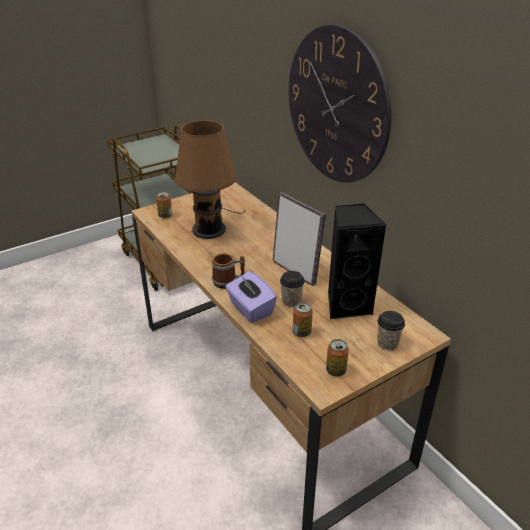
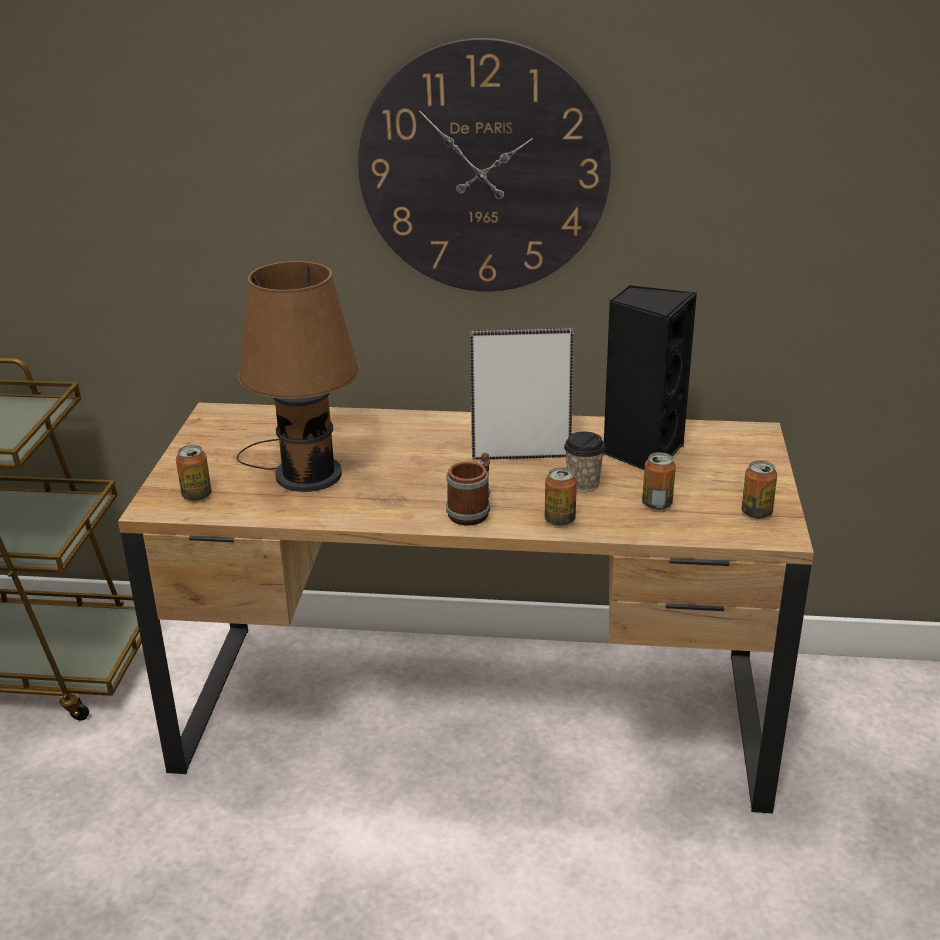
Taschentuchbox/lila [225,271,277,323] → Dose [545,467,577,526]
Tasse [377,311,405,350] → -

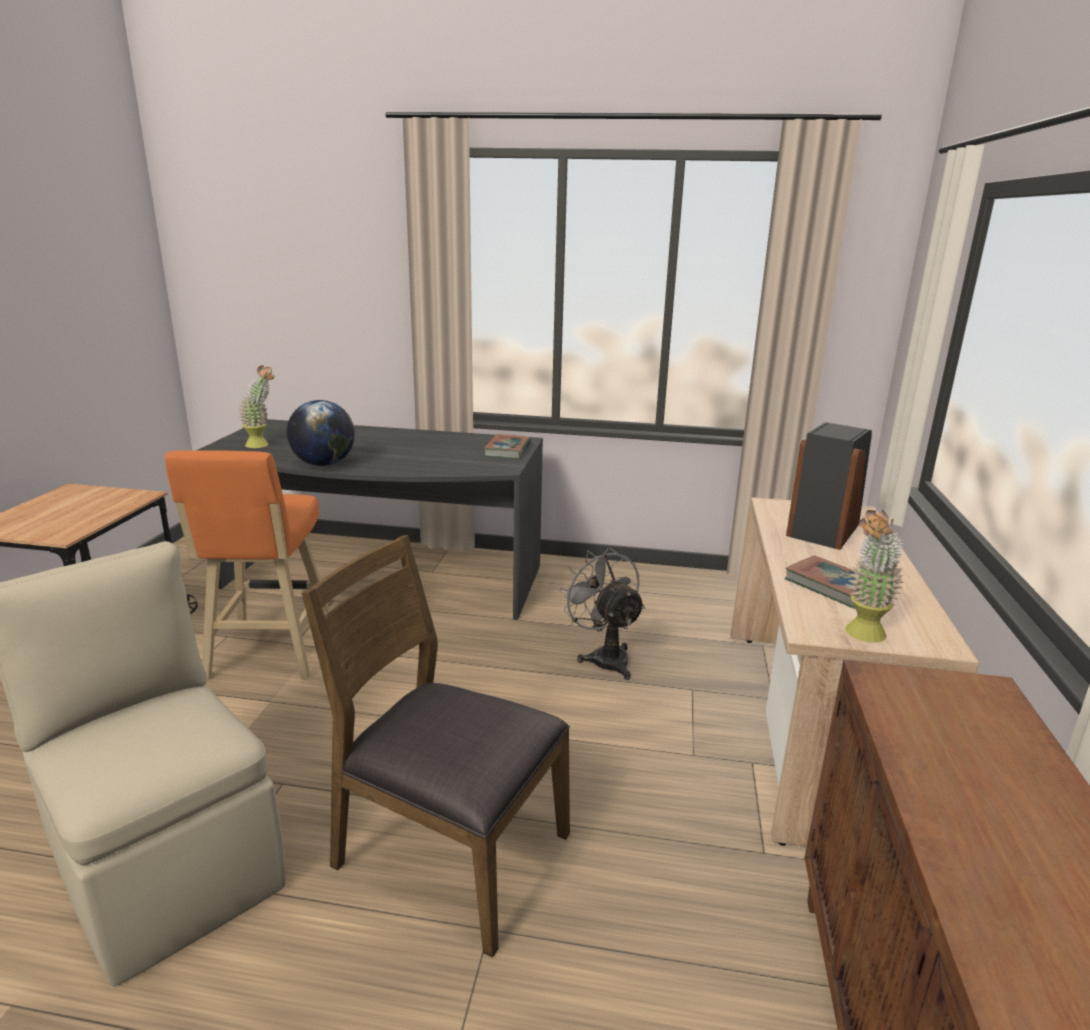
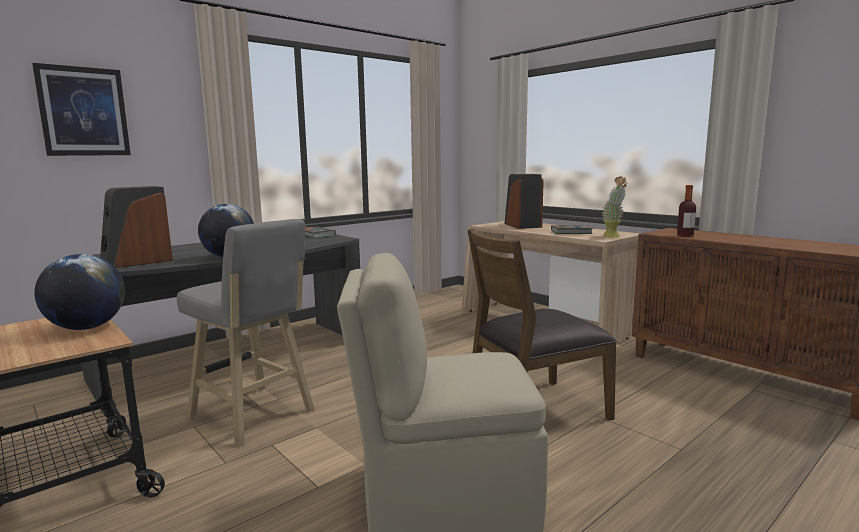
Topfpflanze [239,365,274,448] → Lautsprecher [100,186,173,268]
Hocker/orange [165,450,330,680] → Hocker/grau [177,219,314,446]
Ventilator/grau [559,547,645,680] → -
- → Bild [32,63,131,156]
- → Flasche [677,185,696,237]
- → Globus [34,254,125,330]

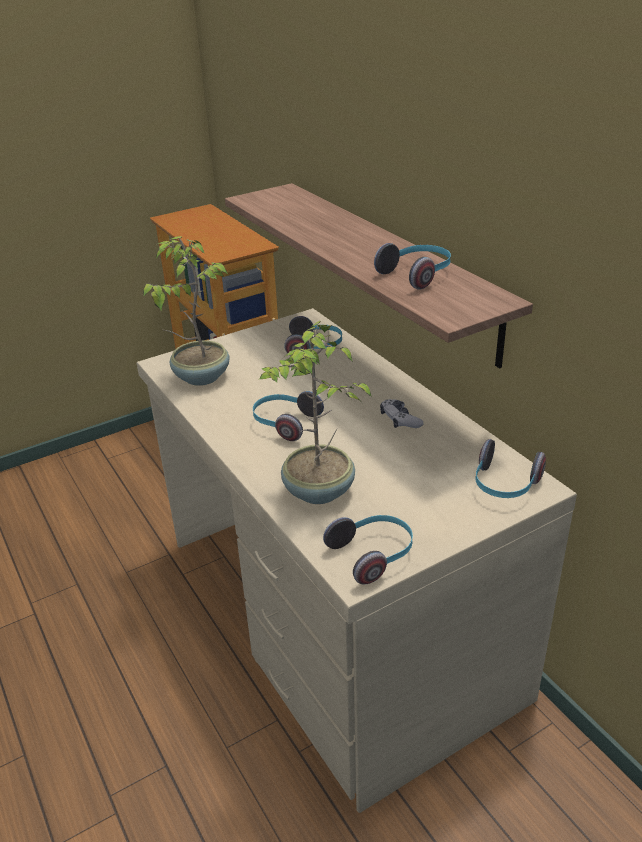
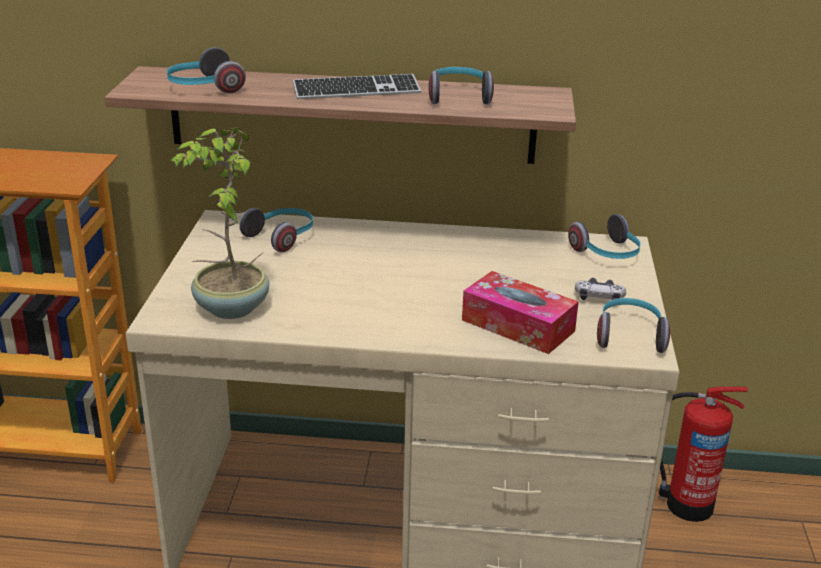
Topfpflanze [260,321,372,504] → Taschentuchbox [462,271,579,354]
Kopfhörer [253,391,324,441] → Kopfhörer [167,47,246,93], move
Gamepad [380,399,424,428] → Gamepad [575,278,626,300], move
- → Tastatur [293,74,421,99]
- → Feuerlöscher [659,386,748,522]

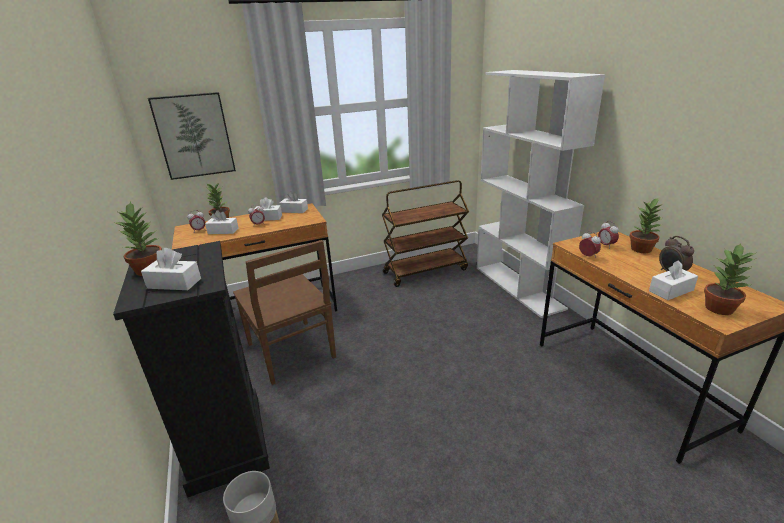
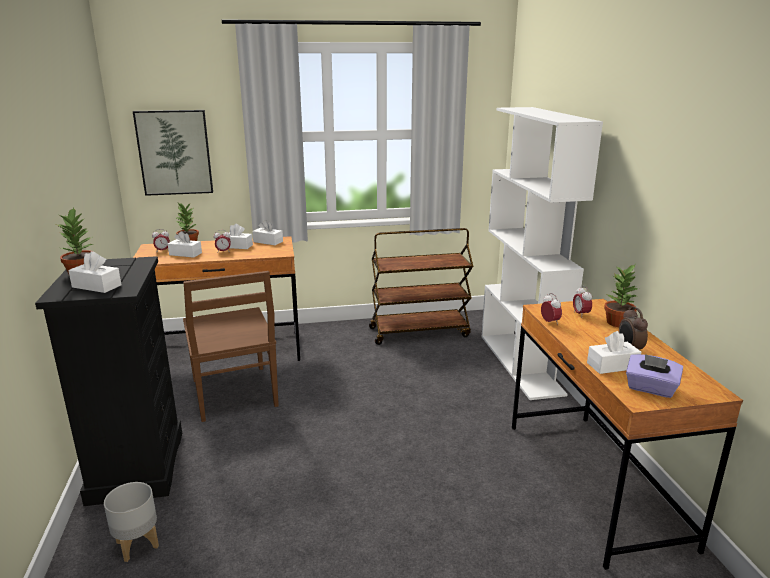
Topfpflanze [704,243,756,315] → Taschentuchbox/lila [626,354,683,398]

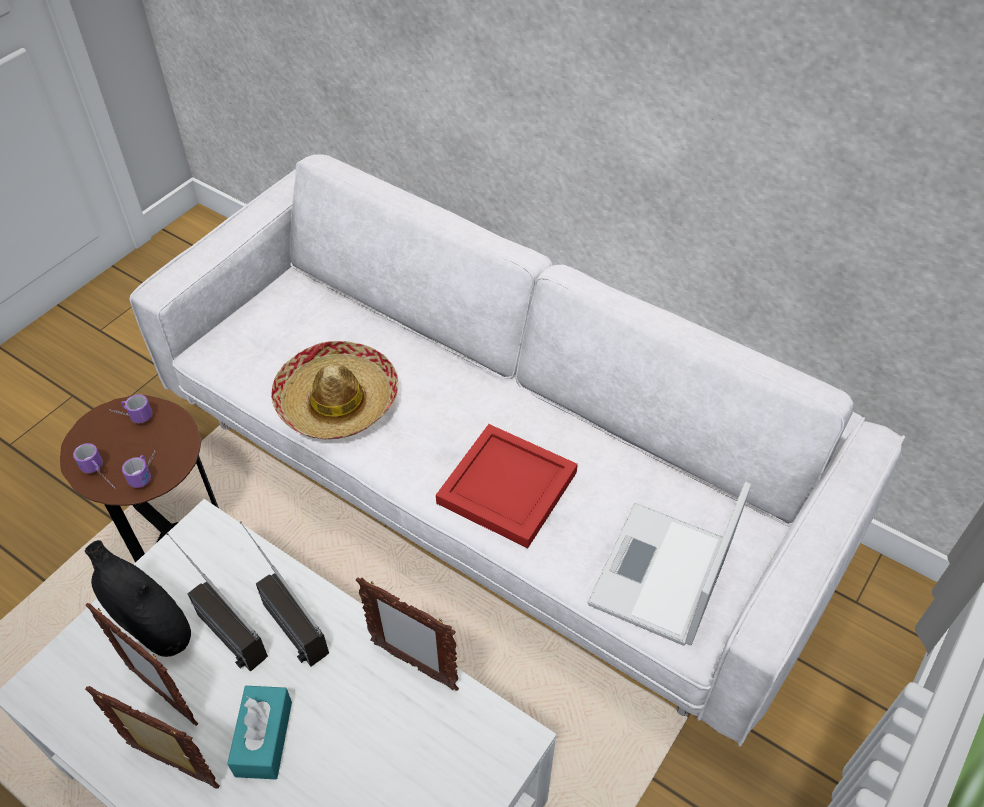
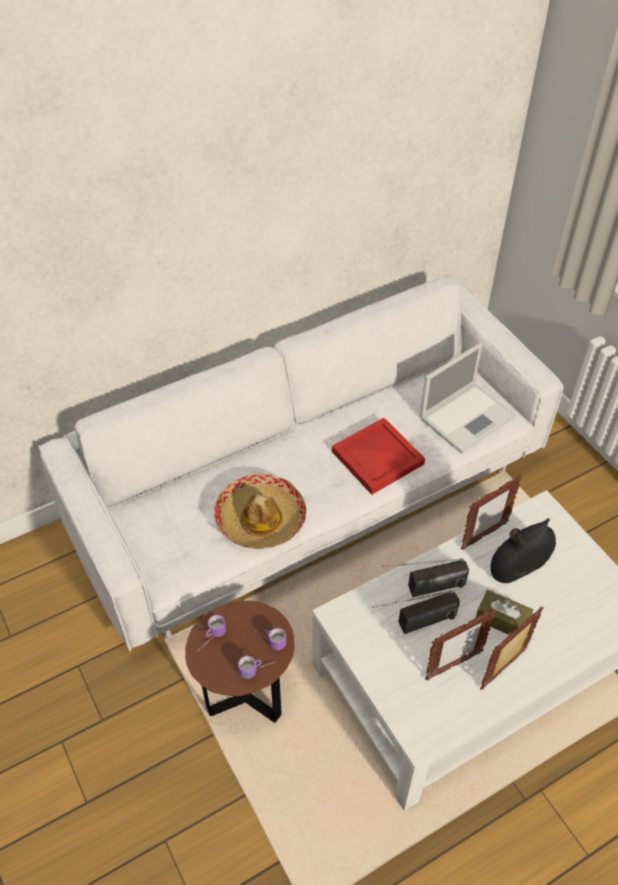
Laptop [588,482,751,646] → Laptop [420,342,516,454], 90 degrees counterclockwise
Vase/schwarz [85,540,191,657] → Vase/schwarz [490,518,556,583], move
Taschentuchbox/türkis [227,686,292,779] → Taschentuchbox/braun [476,590,533,635]

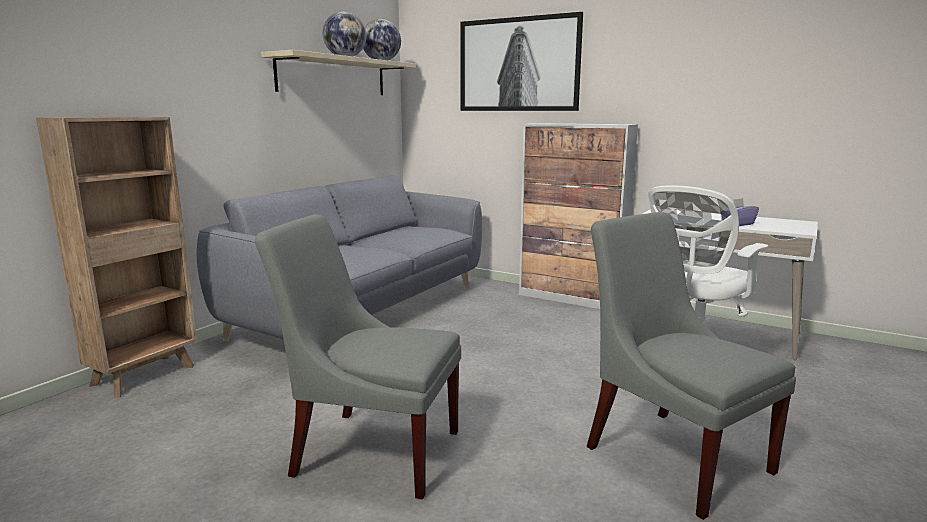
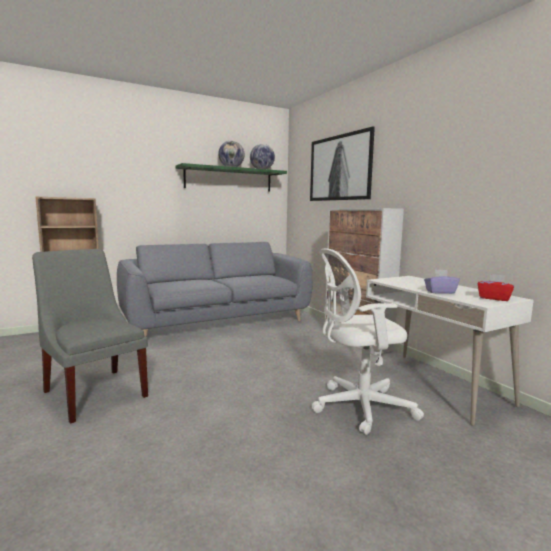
Wandregal/beige [261,50,416,95] → Wandregal/grün [175,163,287,192]
Stuhl/grau [587,212,796,520] → -
- → Taschentuchbox/rot [478,274,514,301]

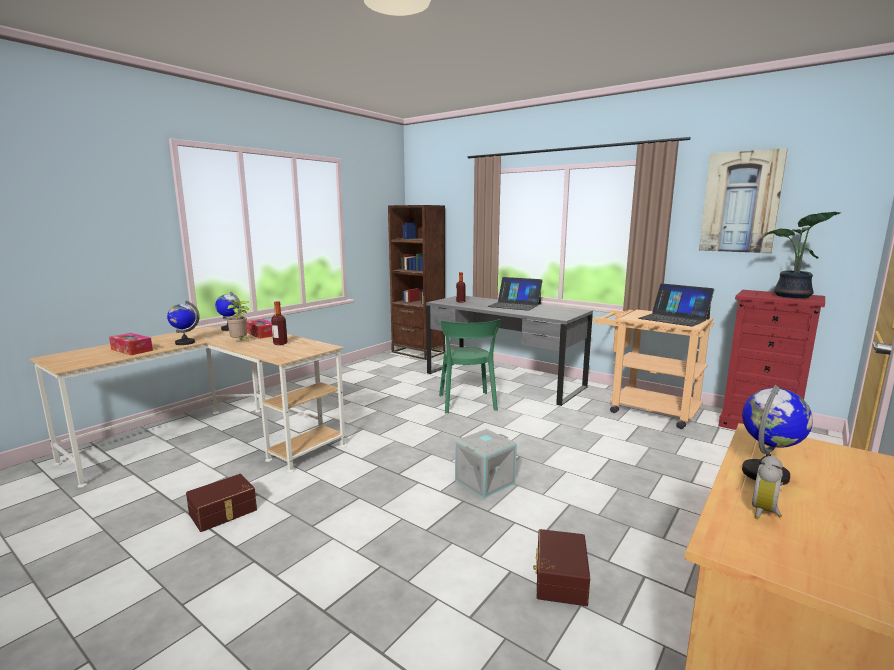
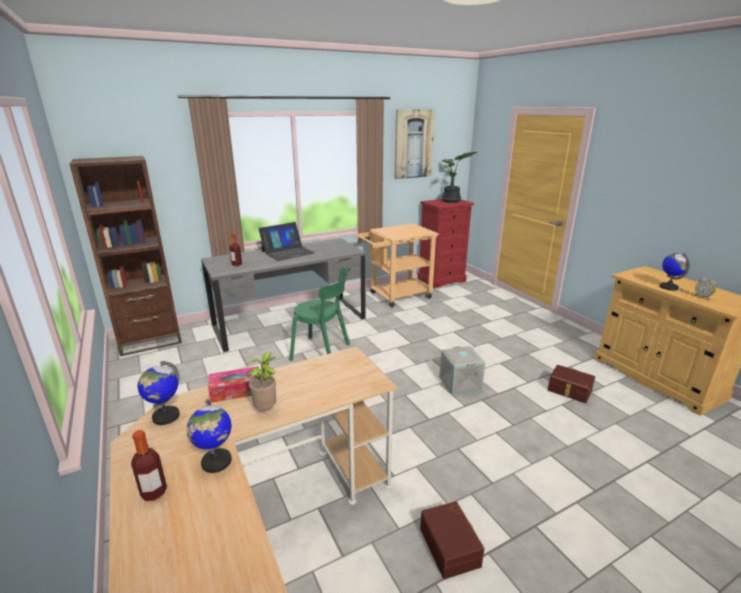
Laptop [639,283,714,327] → -
Flasche [271,301,287,345] → Flasche [131,430,167,501], move
Taschentuchbox [109,333,153,355] → -

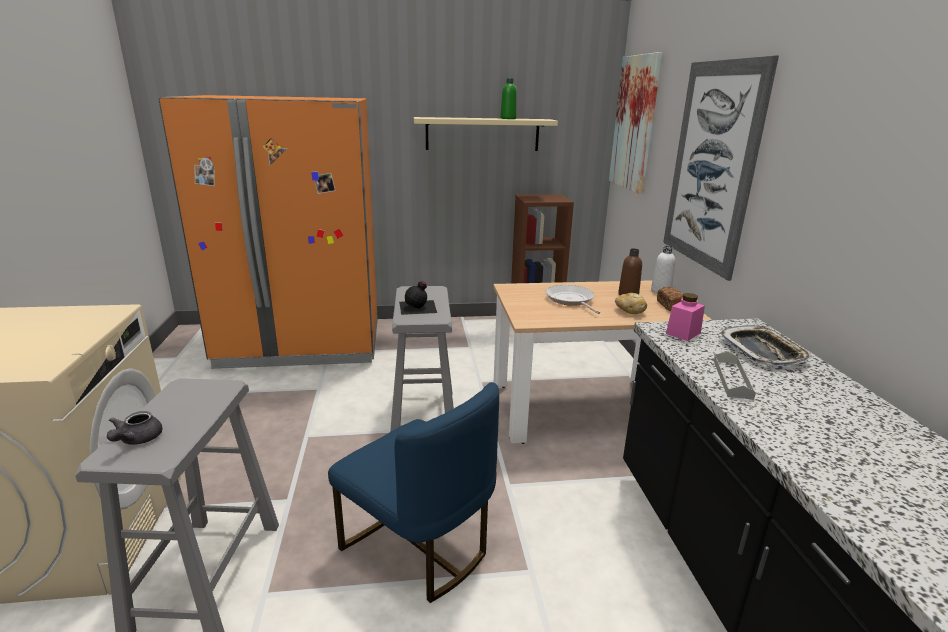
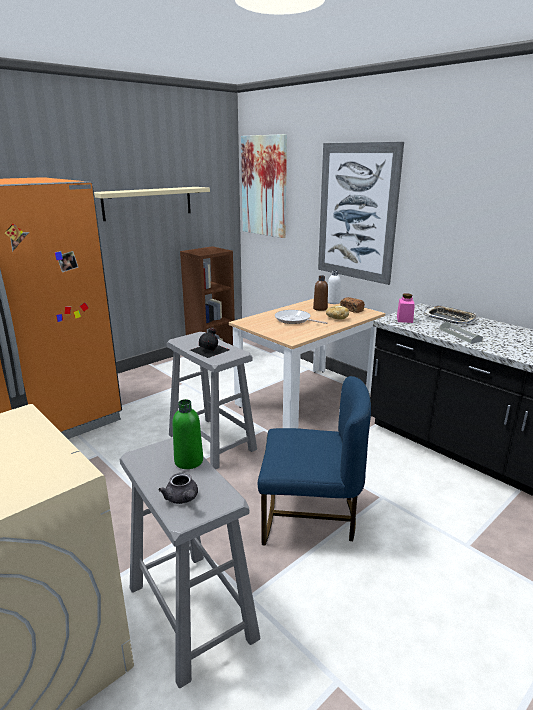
Flasche/grün [501,78,517,119] → Flasche/grün [172,399,203,469], move

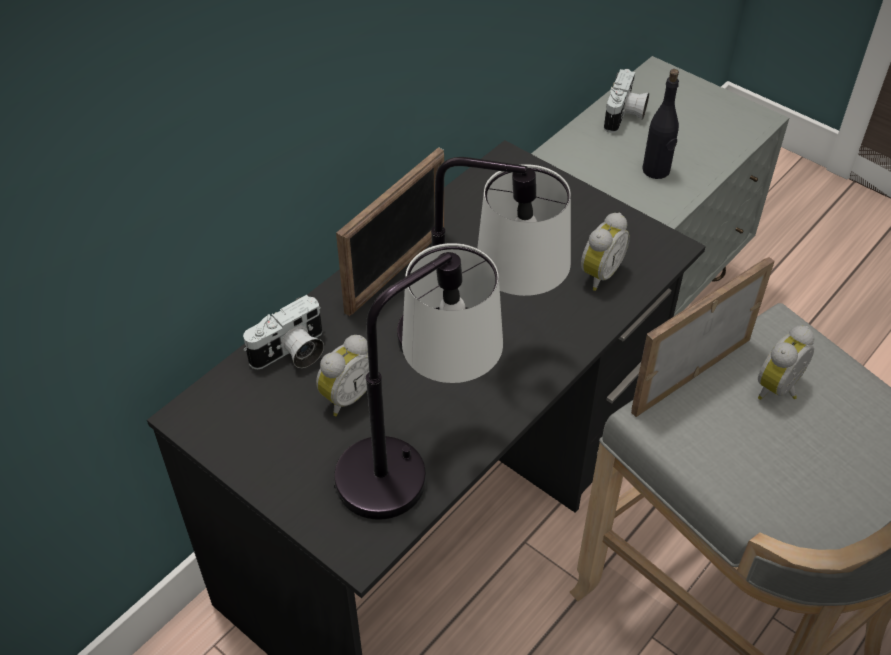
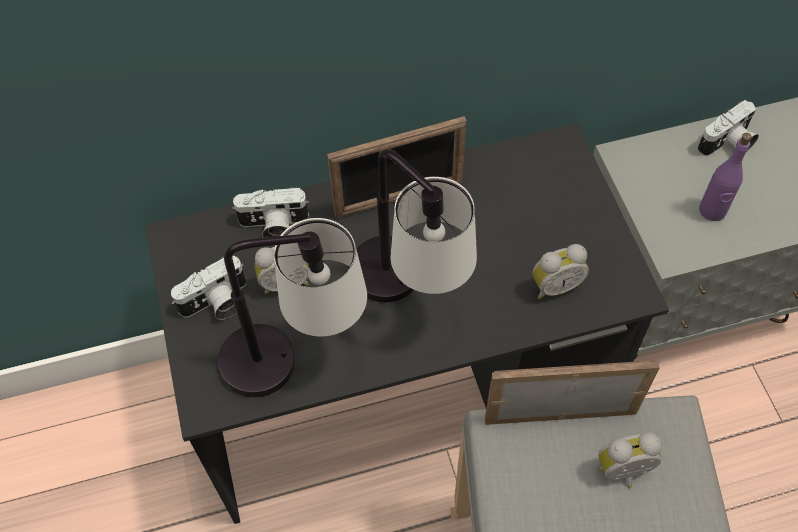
Flasche/schwarz [643,69,679,179] → Flasche/lila [699,133,752,221]
- → Kamera [171,256,246,320]

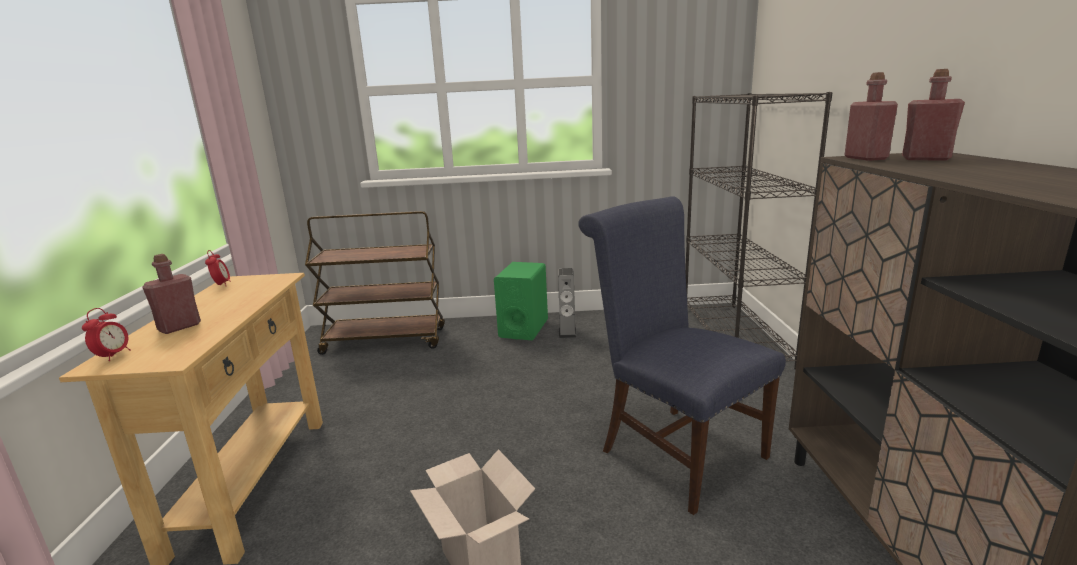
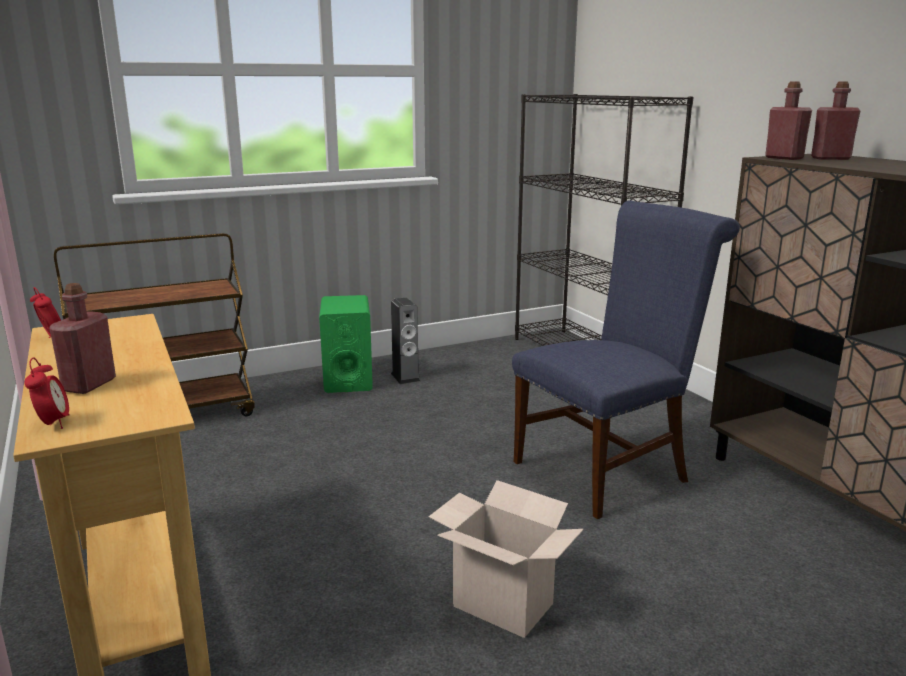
Stuhl/blau [578,196,786,515] → Stuhl/blau [512,200,740,519], 120 degrees clockwise

